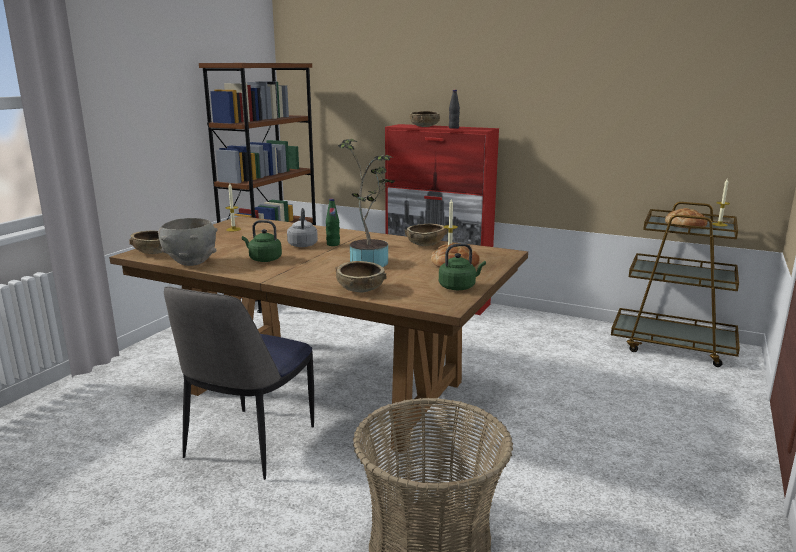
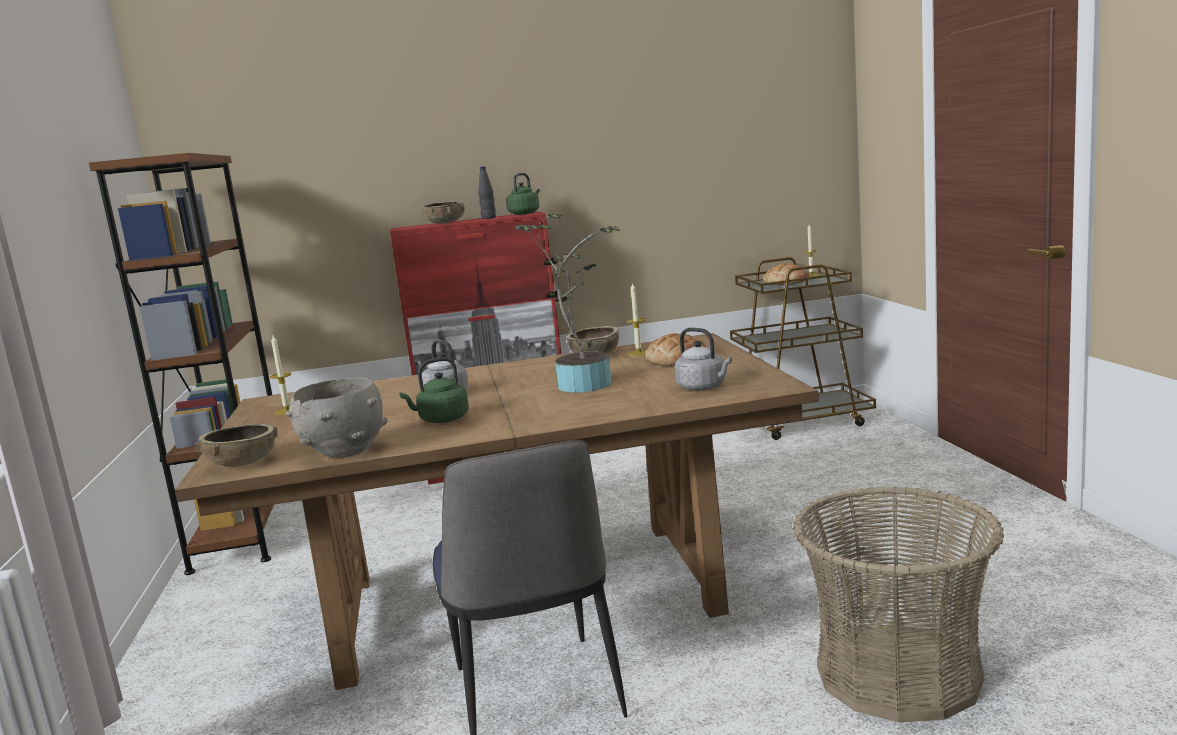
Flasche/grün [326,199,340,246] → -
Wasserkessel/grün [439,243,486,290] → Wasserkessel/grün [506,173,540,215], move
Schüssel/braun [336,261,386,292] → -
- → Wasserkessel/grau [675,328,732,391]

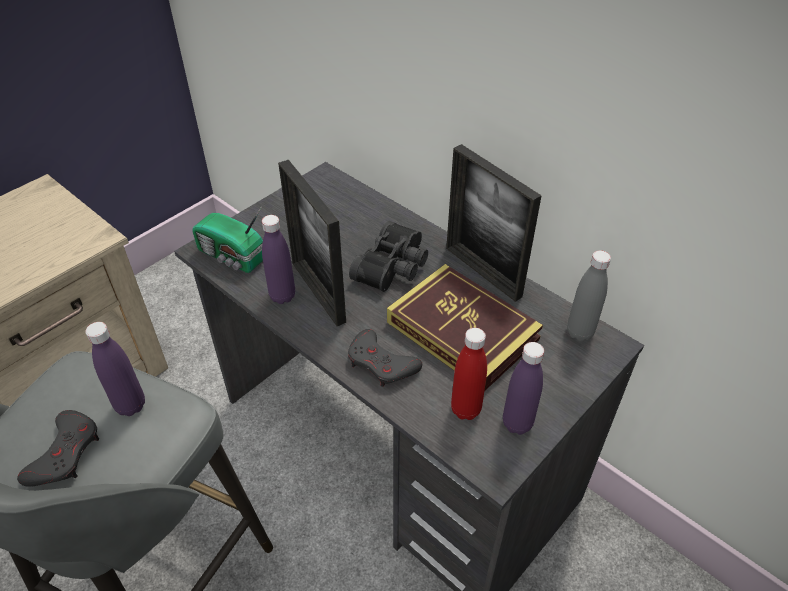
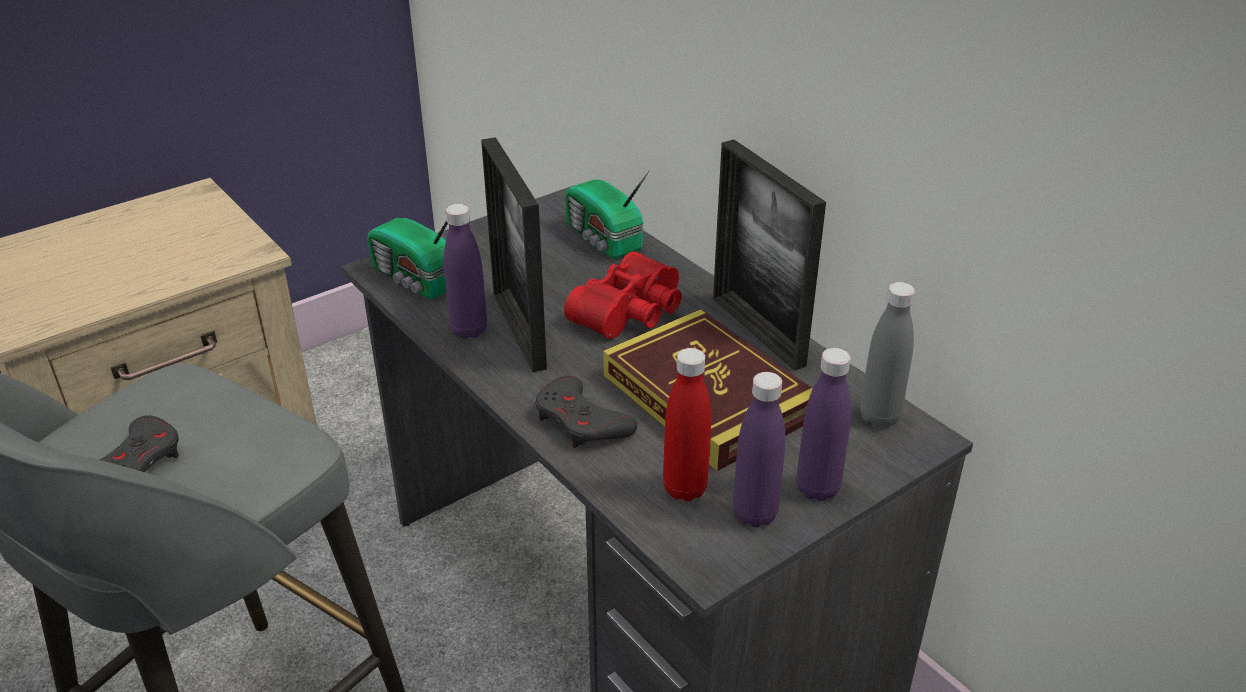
Fernglas/schwarz [349,221,428,292] → Fernglas/rot [564,251,682,339]
Flasche/lila [85,322,145,416] → Flasche/lila [797,348,851,501], move
- → Radio [565,171,649,259]

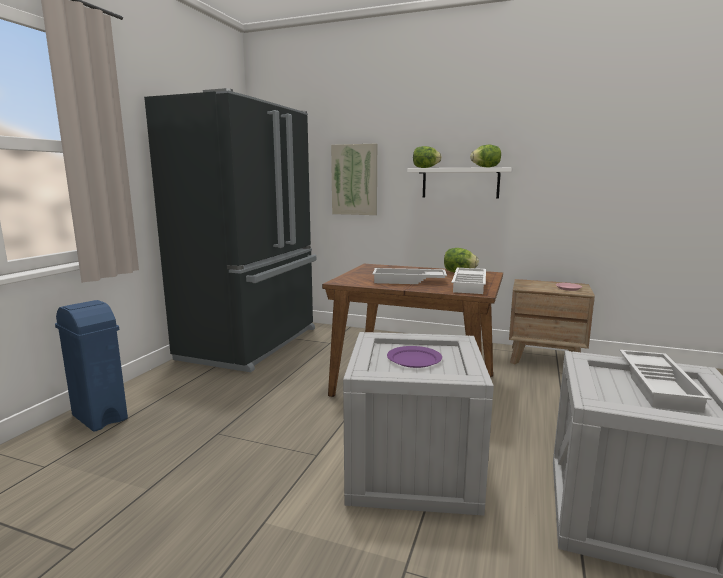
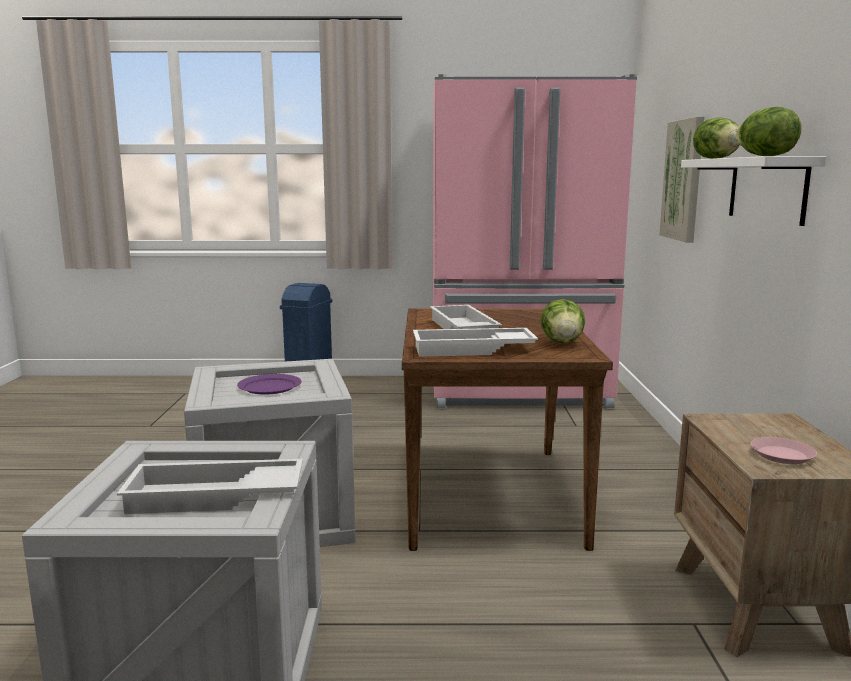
Kühlschrank/schwarz [144,88,316,372] → Kühlschrank/rosa [433,74,637,408]

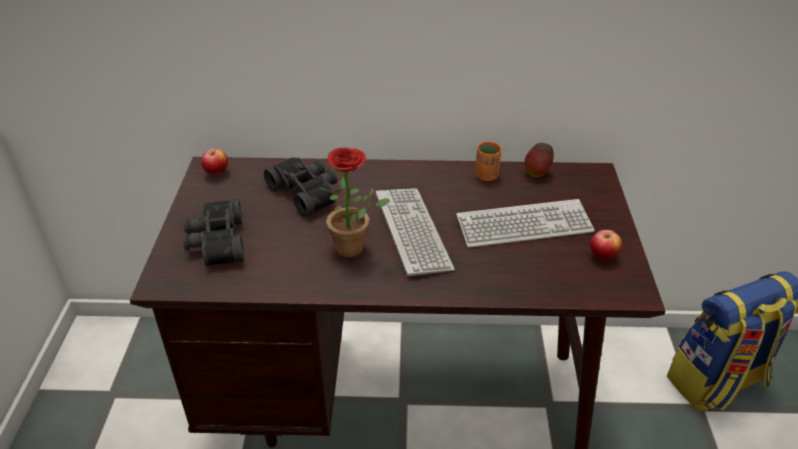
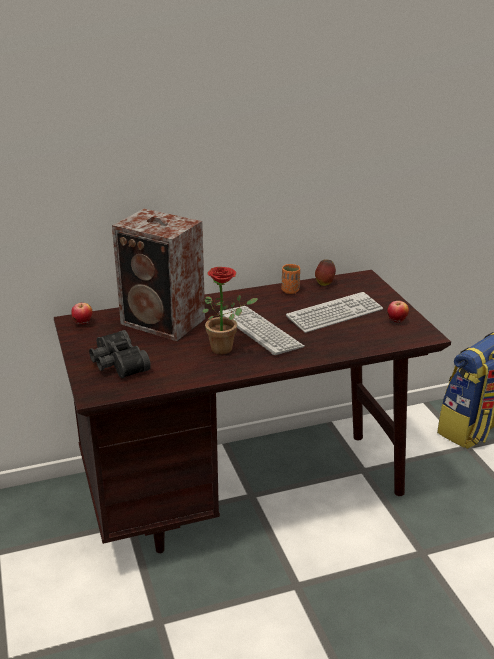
Fernglas/schwarz [264,157,337,217] → Lautsprecher [112,209,205,341]

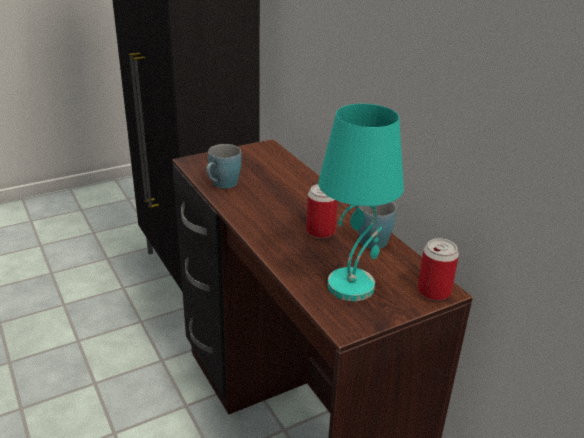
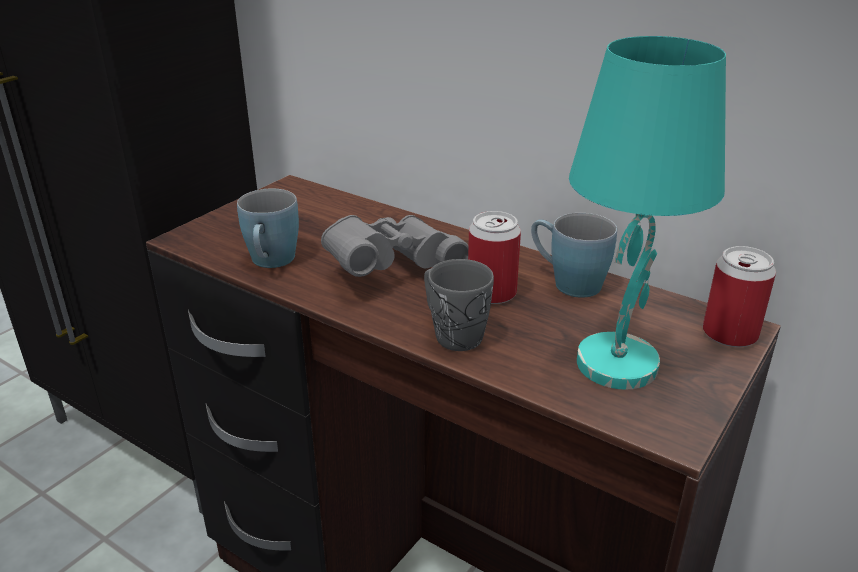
- → Fernglas/grau [321,215,468,277]
- → Henkelbecher/grau [424,259,494,351]

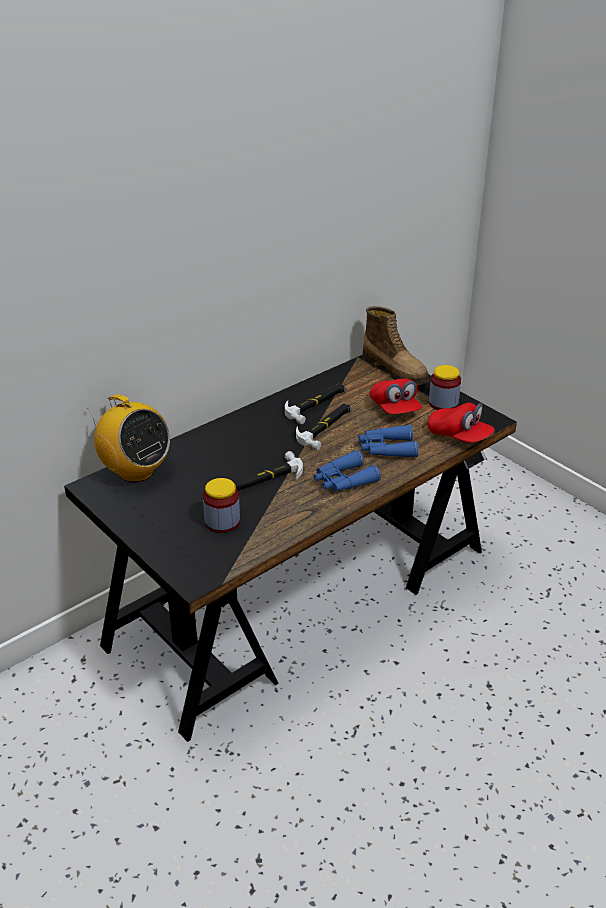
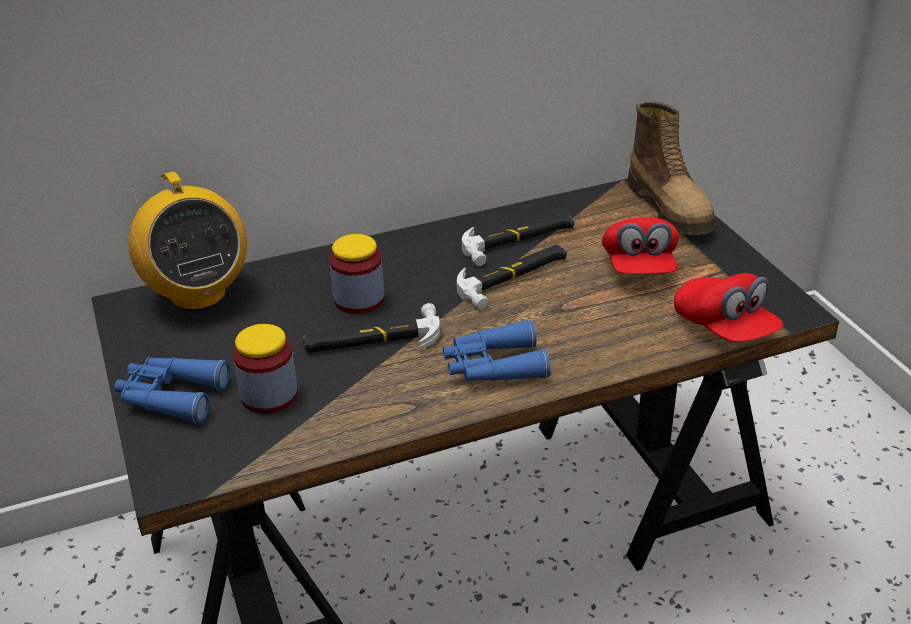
Vorratsglas [429,365,461,410] → Vorratsglas [329,234,385,314], move
Fernglas/blau [359,425,418,458] → Fernglas/blau [114,357,231,423], move

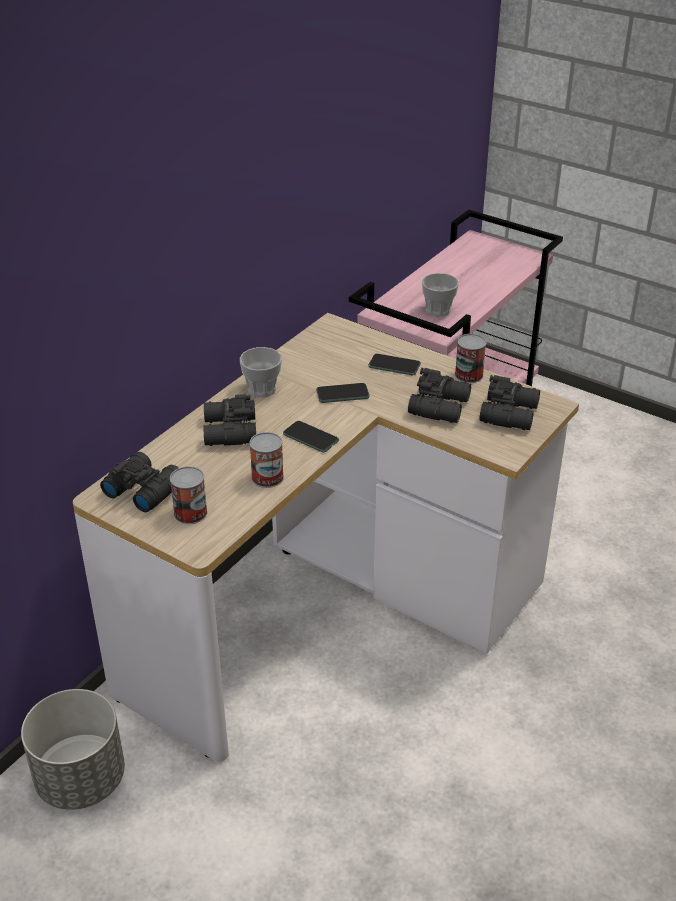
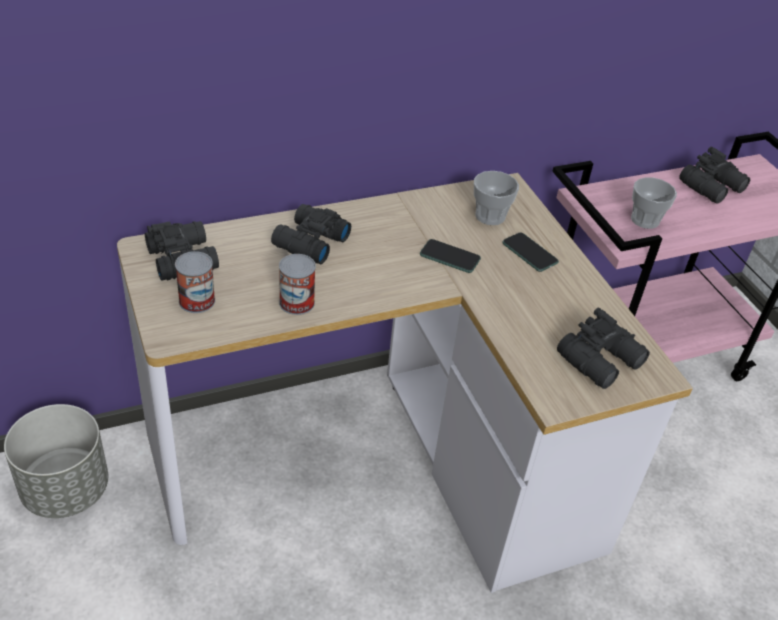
Dose [455,334,487,383] → -
Tasse [240,347,282,398] → Tasse [474,171,519,225], move
Fernglas/schwarz [408,368,471,423] → Fernglas/schwarz [679,146,750,204], move
Handy [283,421,339,452] → -

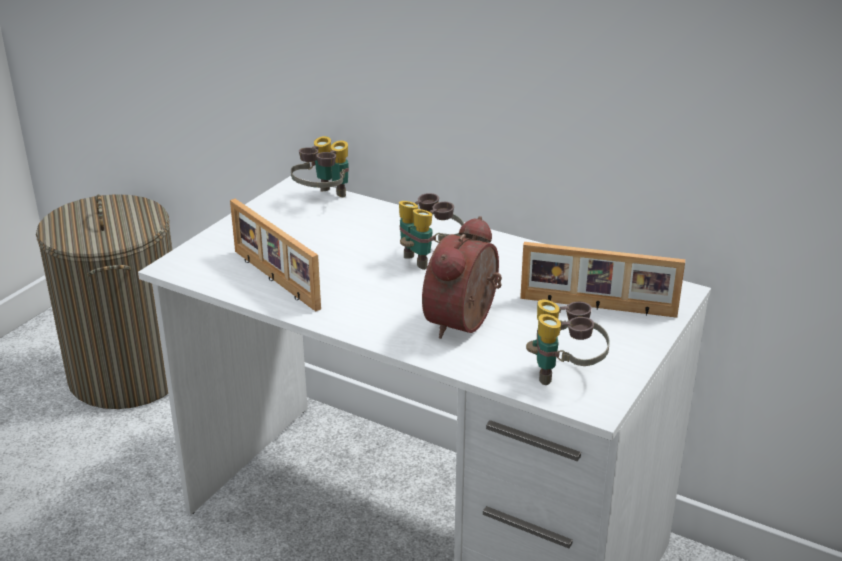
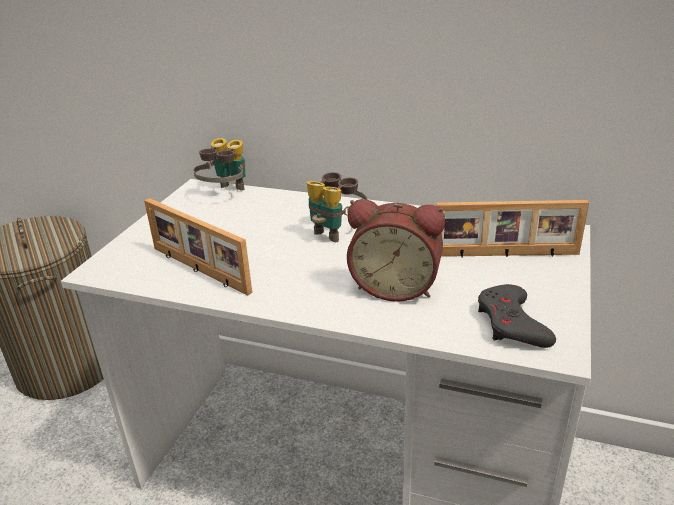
Wecker [422,216,502,339] → Wecker [347,199,445,302], 90 degrees counterclockwise
Fernglas [526,300,610,385] → Gamepad/grau [478,284,556,348]

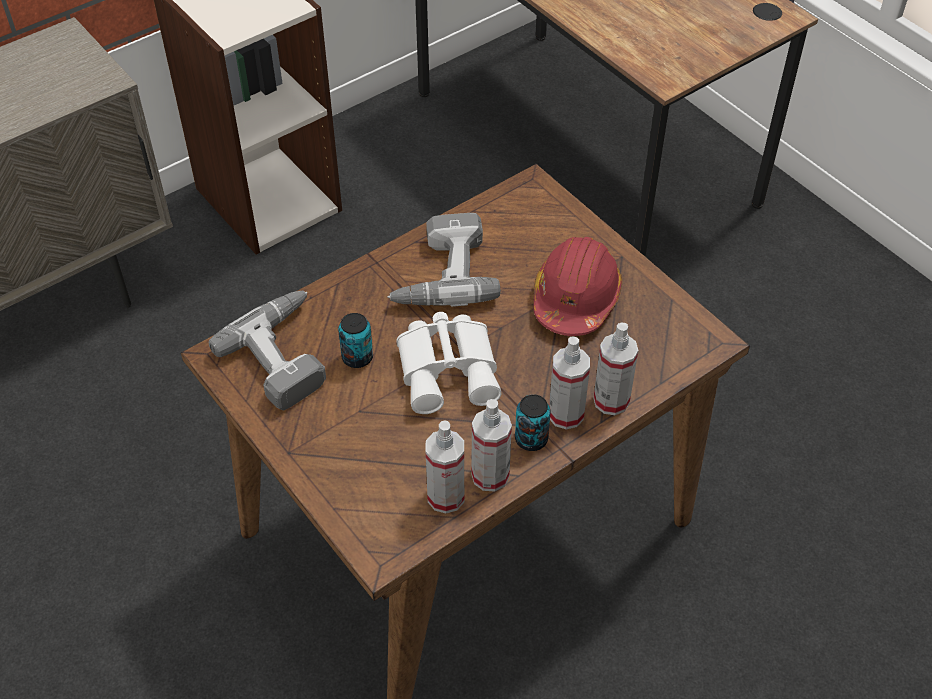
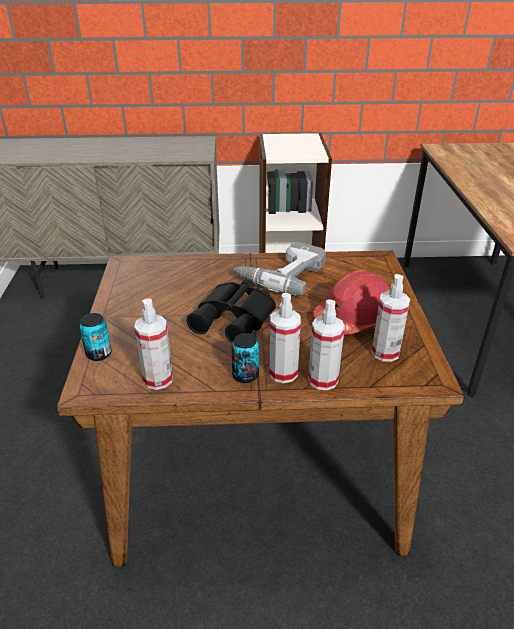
Bohrmaschine [209,291,326,410] → -
Fernglas/weiß [396,312,502,414] → Fernglas/schwarz [187,279,276,343]
Dose [338,313,373,368] → Dose [79,313,112,361], move
Sprühflasche [471,399,512,492] → Sprühflasche [371,274,410,362], move

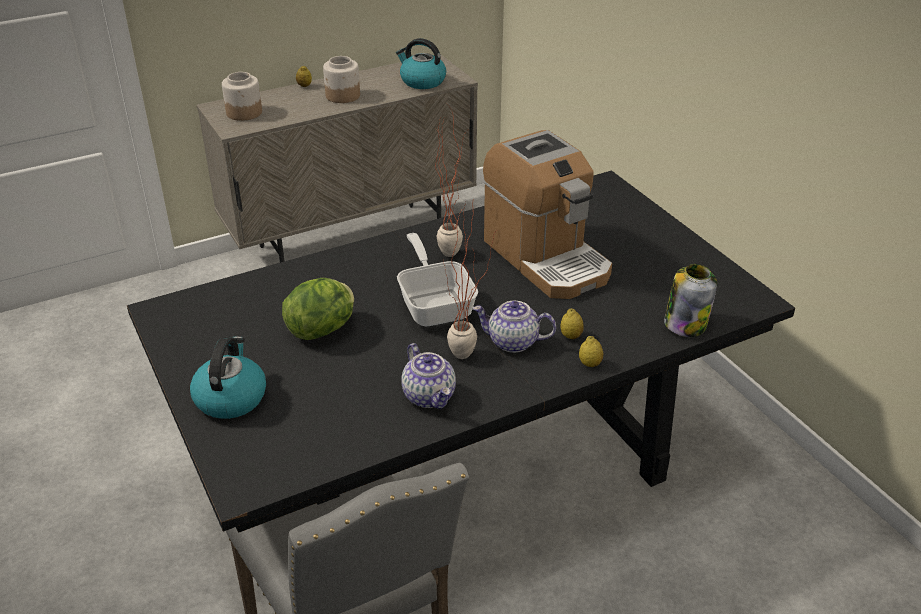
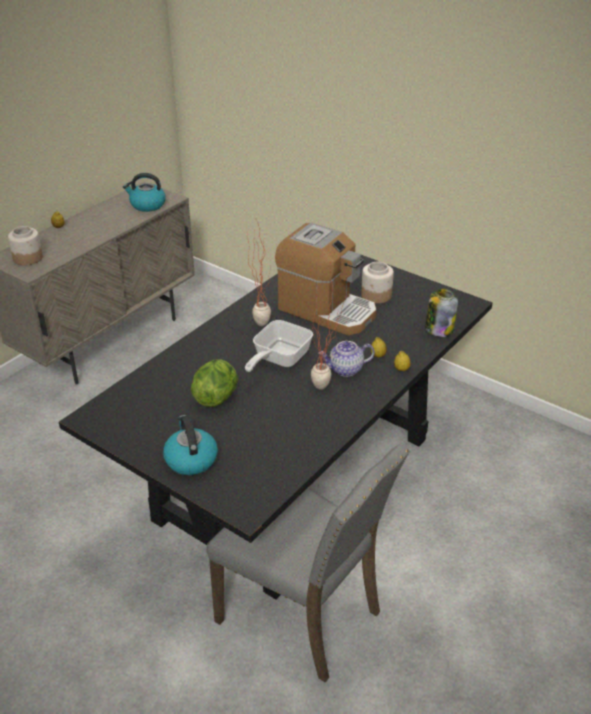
Vorratsglas [323,56,360,103] → Vorratsglas [361,262,394,303], move
Pfanne [397,233,478,326] → Pfanne [245,320,313,372], 105 degrees counterclockwise
Teekanne [401,343,456,409] → -

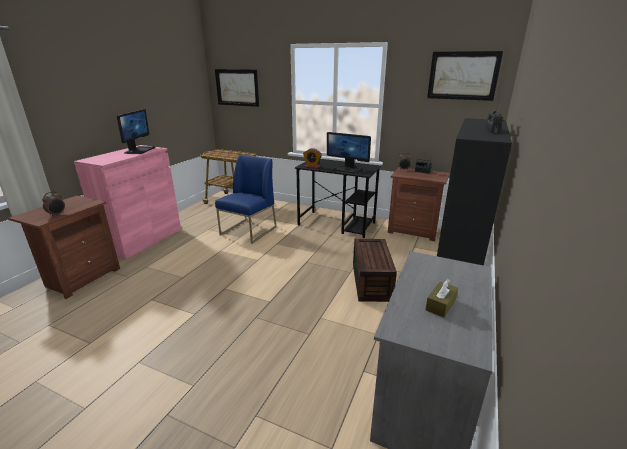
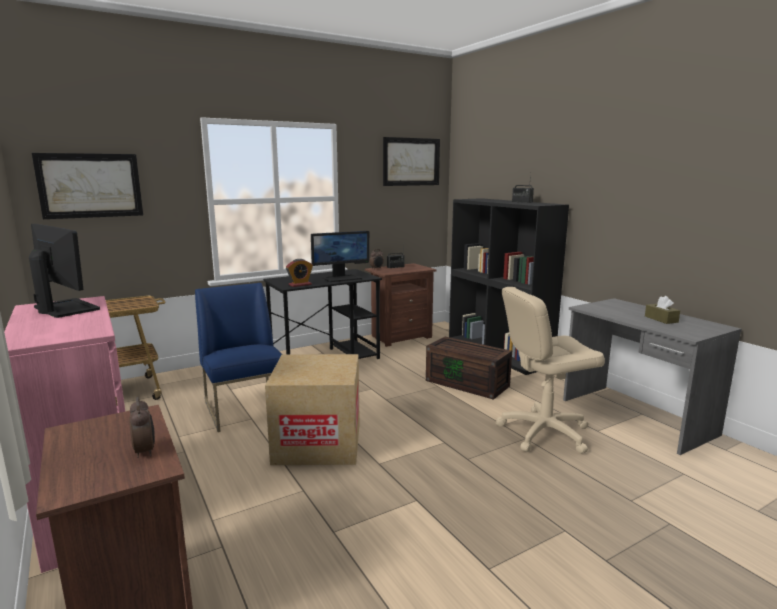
- → Bürostuhl/beige [496,287,605,454]
- → Karton [265,354,360,465]

